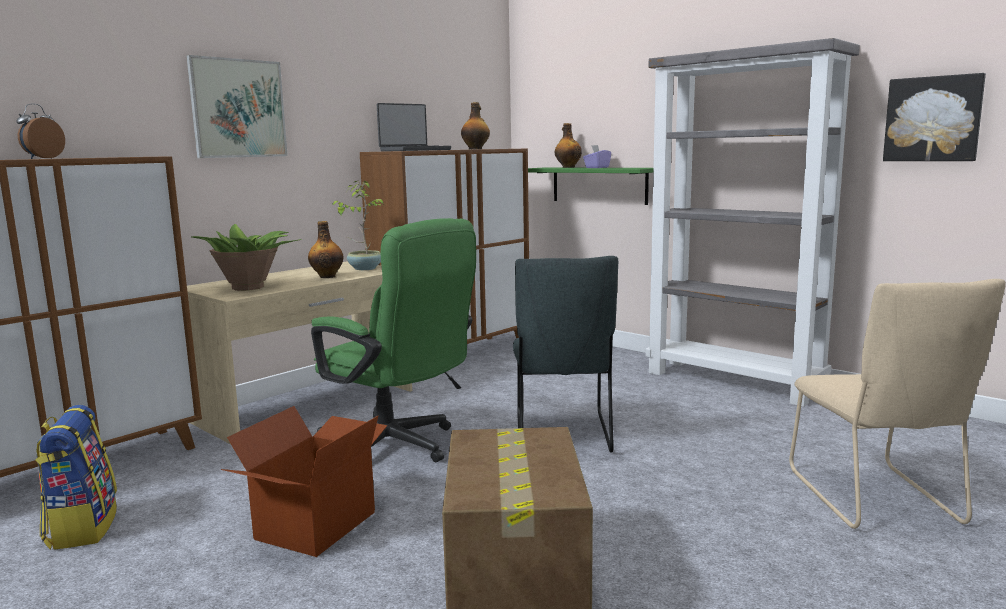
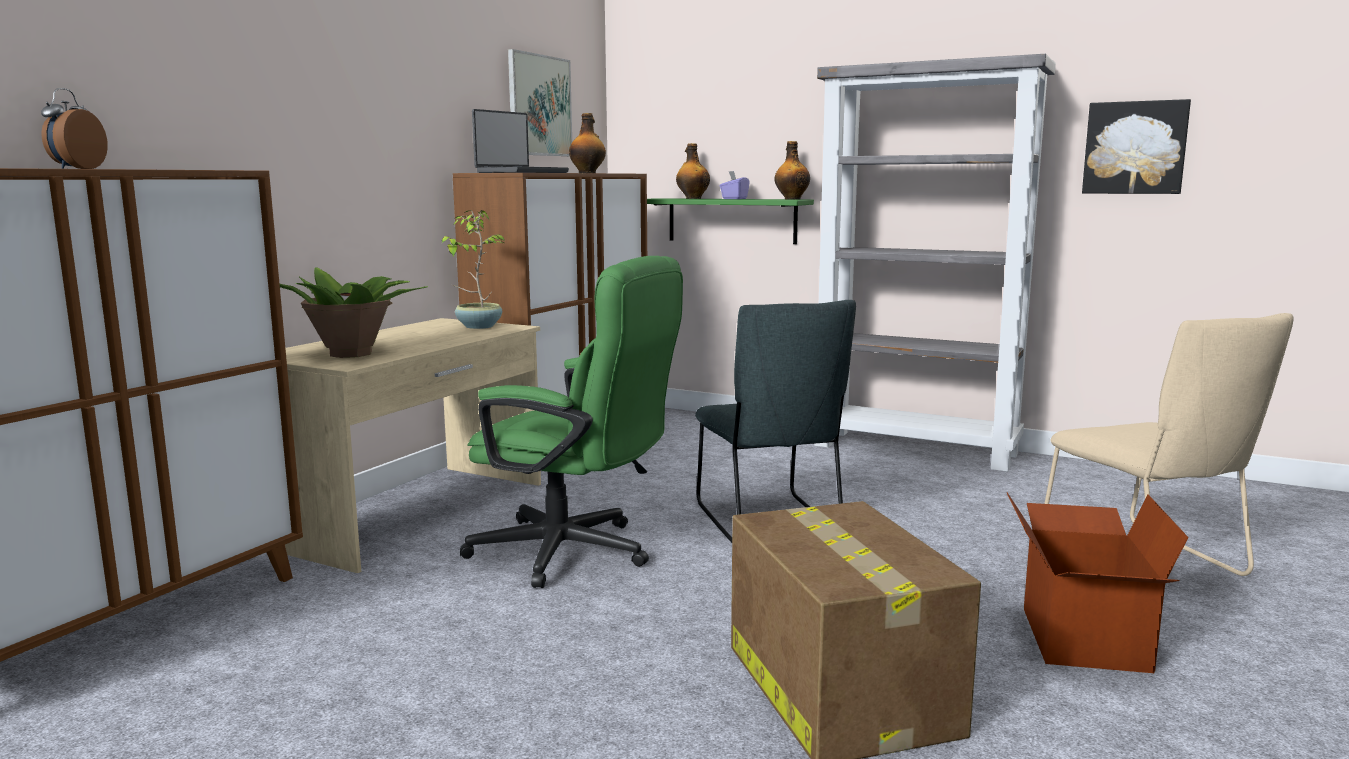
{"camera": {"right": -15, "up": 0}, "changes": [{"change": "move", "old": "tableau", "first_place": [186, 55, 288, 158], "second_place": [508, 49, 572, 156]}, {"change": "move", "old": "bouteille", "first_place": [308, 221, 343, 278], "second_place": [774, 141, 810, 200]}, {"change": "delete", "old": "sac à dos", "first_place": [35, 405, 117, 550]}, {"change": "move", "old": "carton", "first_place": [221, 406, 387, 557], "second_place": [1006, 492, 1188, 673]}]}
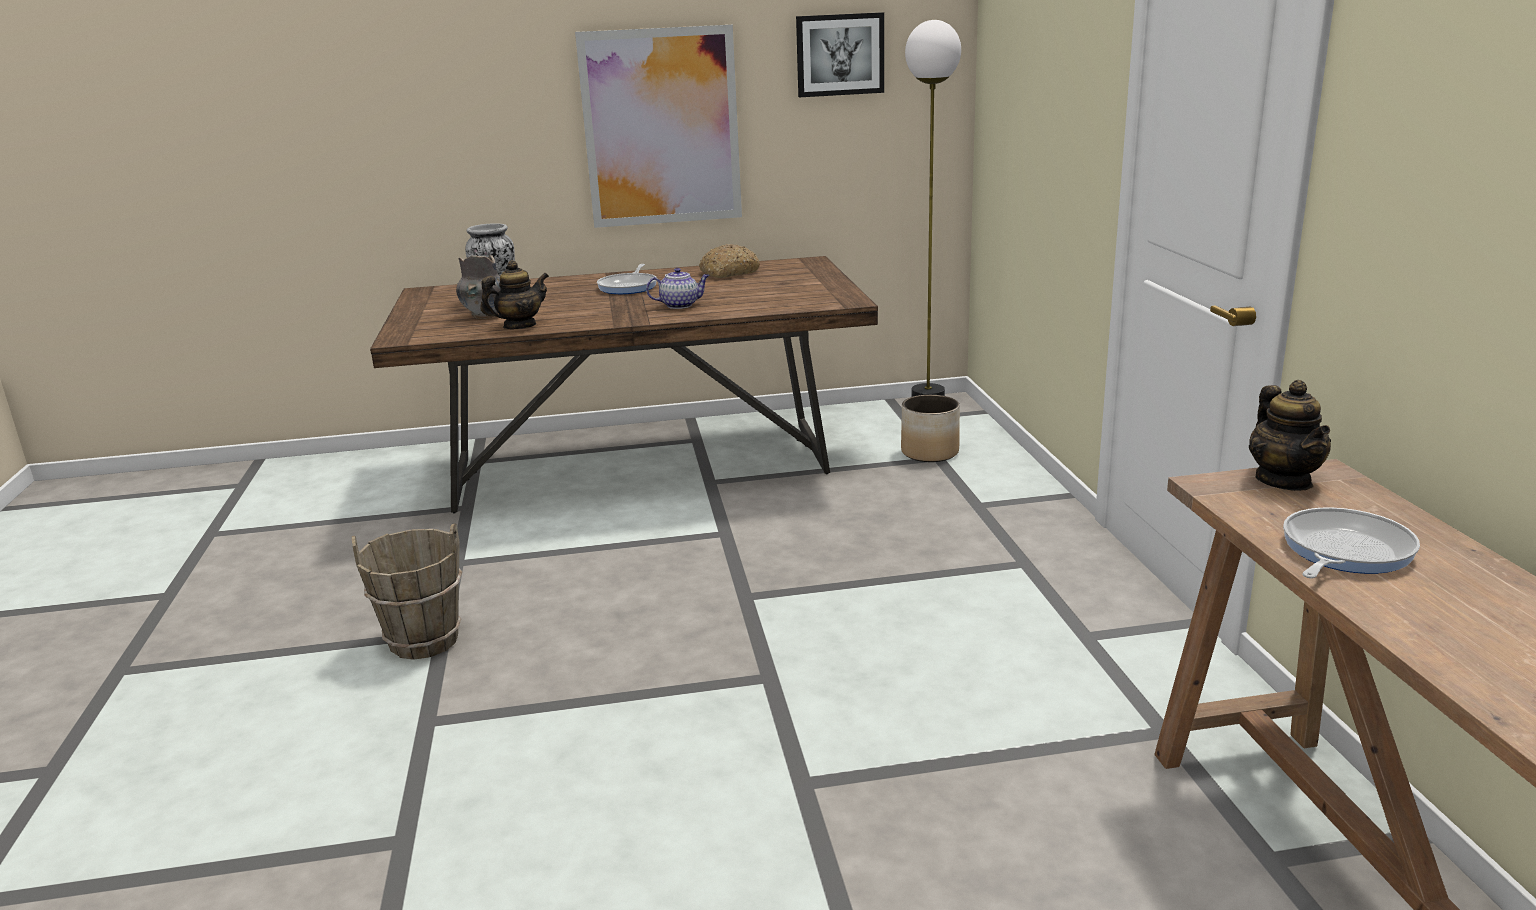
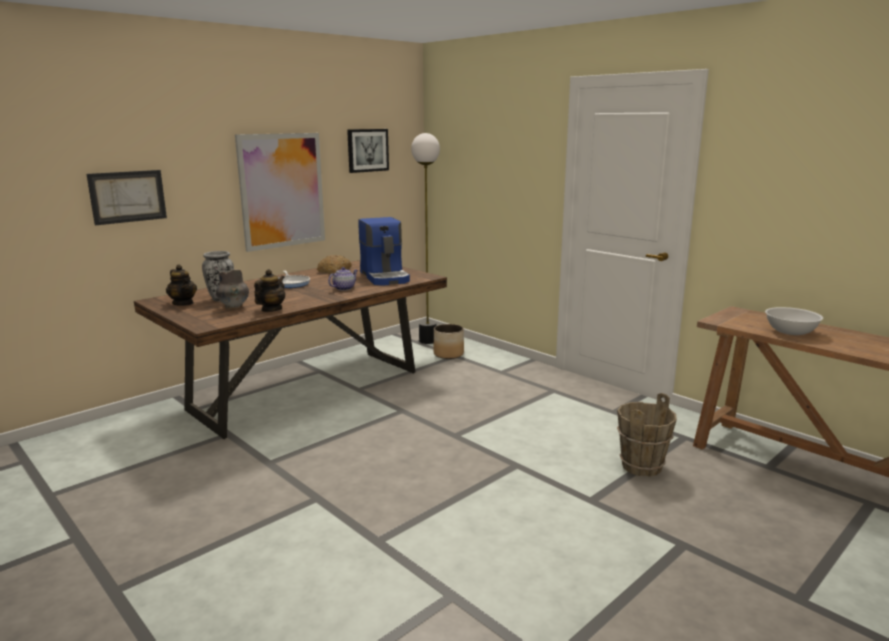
{"camera": {"right": -35, "up": -5}, "changes": [{"change": "move", "old": "théière", "first_place": [1249, 380, 1331, 491], "second_place": [166, 265, 197, 306]}, {"change": "replace", "old": "poêle", "new": "bol [blanc]", "first_place": [1283, 508, 1420, 579], "second_place": [765, 307, 823, 335]}, {"change": "move", "old": "seau [marron]", "first_place": [352, 524, 462, 660], "second_place": [617, 393, 677, 477]}, {"change": "insert", "new": "tableau", "second_place": [86, 170, 167, 225]}, {"change": "insert", "new": "machine à café", "second_place": [358, 217, 410, 286]}]}
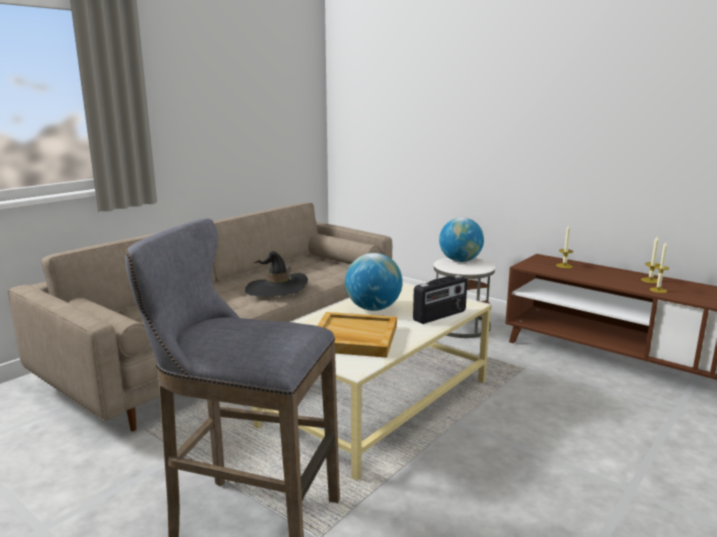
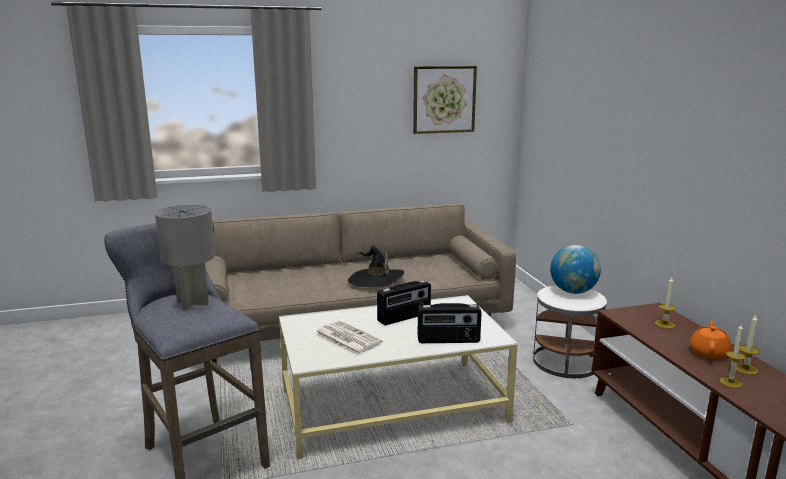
{"camera": {"right": 35, "up": 0}, "changes": [{"change": "replace", "old": "globe", "new": "radio", "first_place": [345, 253, 403, 311], "second_place": [377, 280, 431, 325]}, {"change": "replace", "old": "plateau [beige]", "new": "journal", "first_place": [317, 312, 397, 358], "second_place": [315, 321, 383, 355]}, {"change": "insert", "new": "tableau", "second_place": [413, 66, 477, 134]}, {"change": "insert", "new": "lampe de table [gris]", "second_place": [155, 205, 215, 310]}, {"change": "insert", "new": "théière [orange]", "second_place": [690, 320, 731, 359]}]}
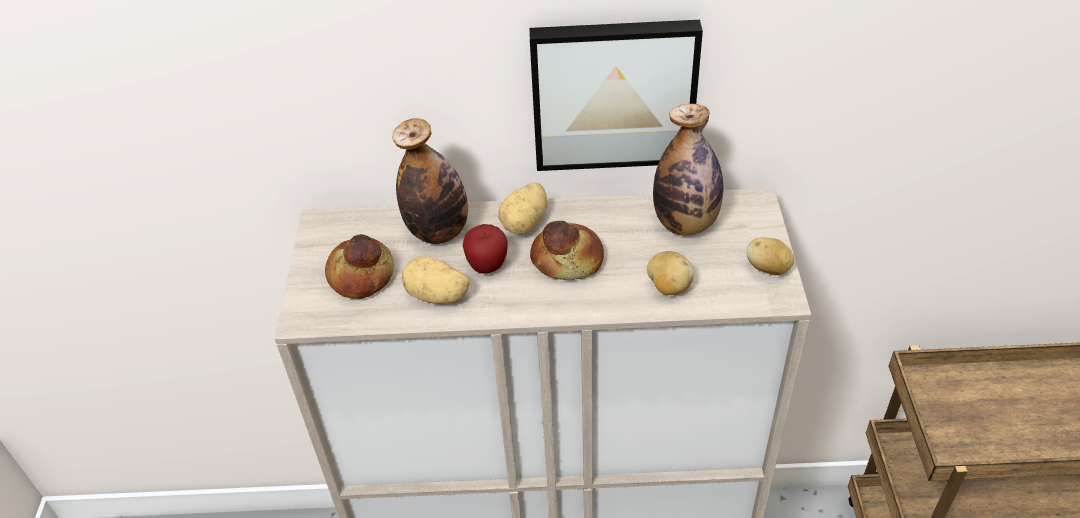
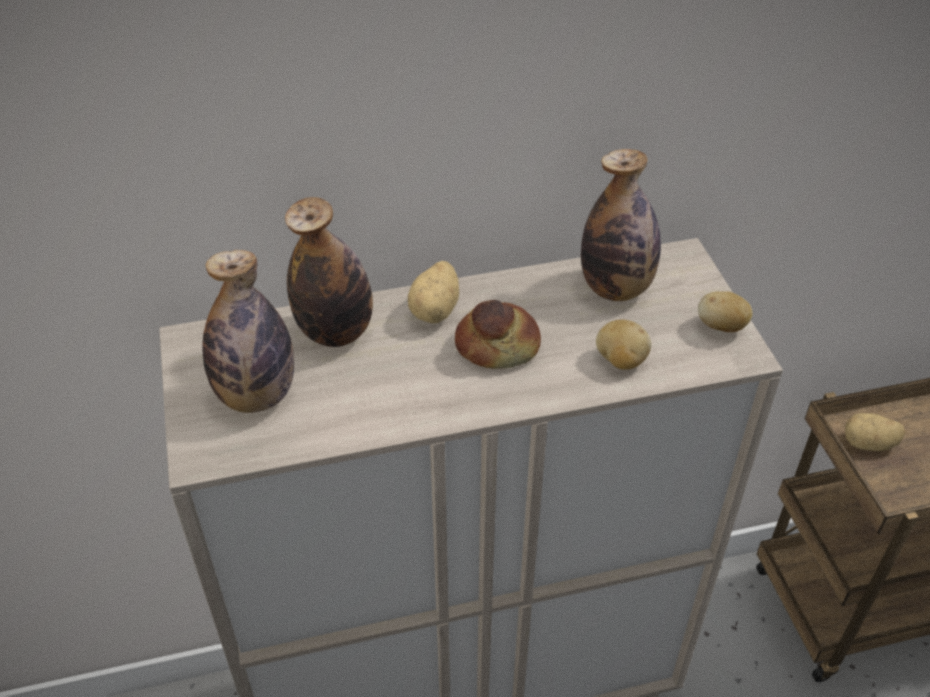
{"camera": {"right": -15, "up": 0}, "changes": [{"change": "delete", "old": "tableau", "first_place": [529, 20, 703, 171]}, {"change": "delete", "old": "pomme", "first_place": [463, 224, 508, 274]}, {"change": "replace", "old": "pain", "new": "bouteille", "first_place": [325, 234, 394, 299], "second_place": [202, 250, 294, 413]}, {"change": "move", "old": "pomme de terre", "first_place": [402, 257, 470, 304], "second_place": [845, 413, 906, 451]}]}
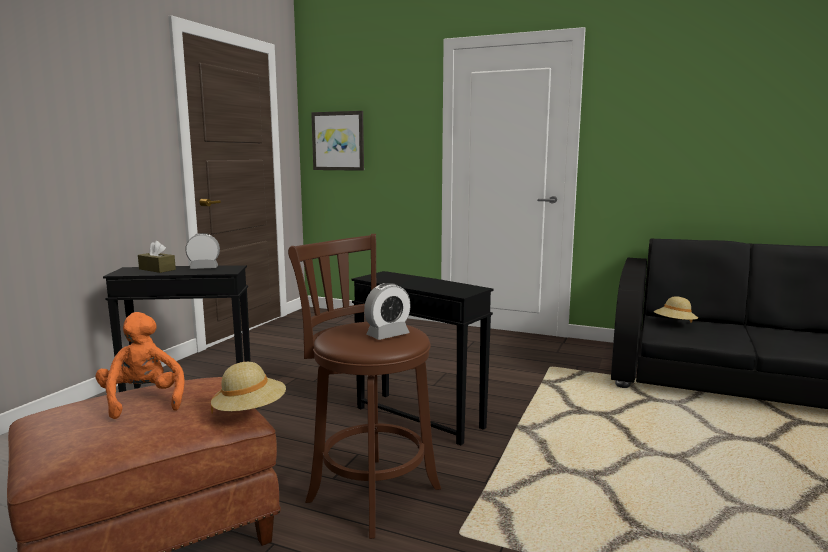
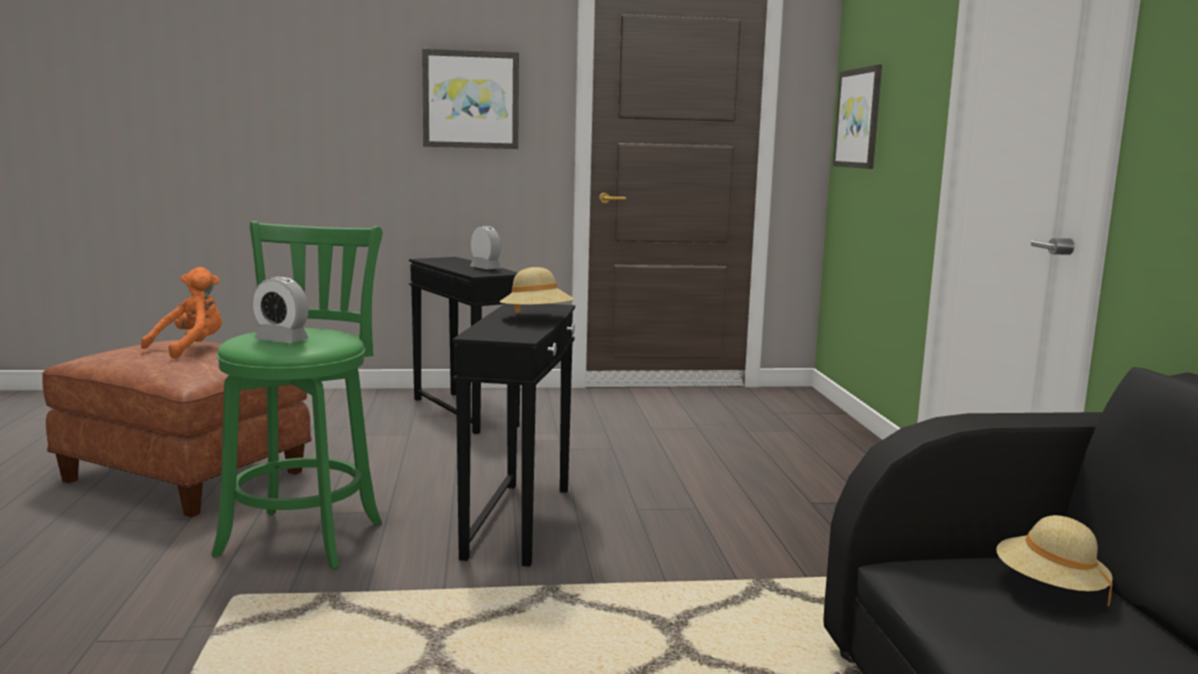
{"camera": {"right": 60, "up": 0}, "changes": [{"change": "recolor", "old": "tabouret [marron]", "new": "tabouret [vert]", "first_place": [288, 234, 441, 539], "second_place": [211, 221, 382, 569]}, {"change": "delete", "old": "boîte à mouchoirs [marron]", "first_place": [138, 241, 176, 273]}, {"change": "move", "old": "chapeau [beige]", "first_place": [211, 362, 286, 413], "second_place": [500, 267, 574, 313]}, {"change": "insert", "new": "tableau", "second_place": [422, 49, 519, 149]}]}
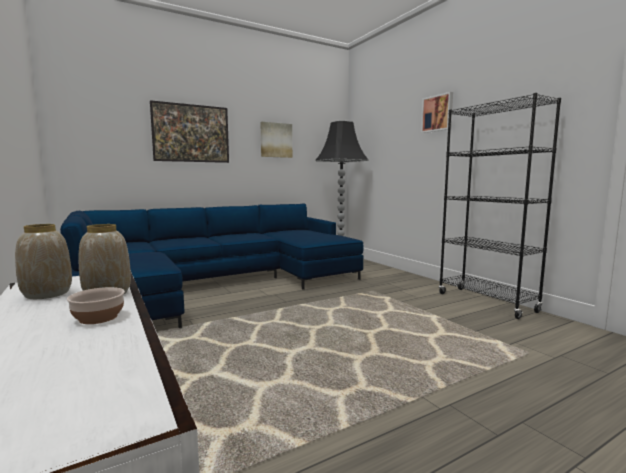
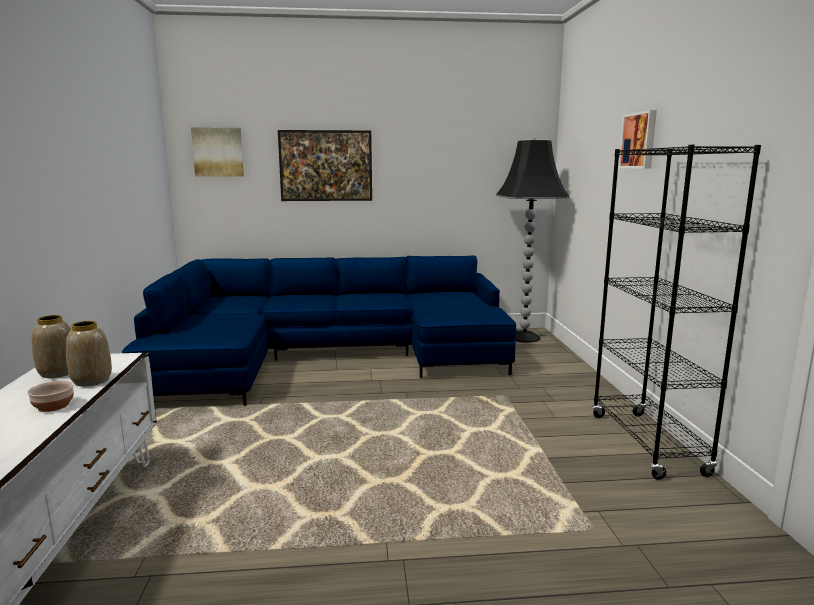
{"camera": {"right": 25, "up": 5}, "changes": [{"change": "move", "old": "tableau", "first_place": [260, 122, 292, 158], "second_place": [191, 127, 244, 177]}]}
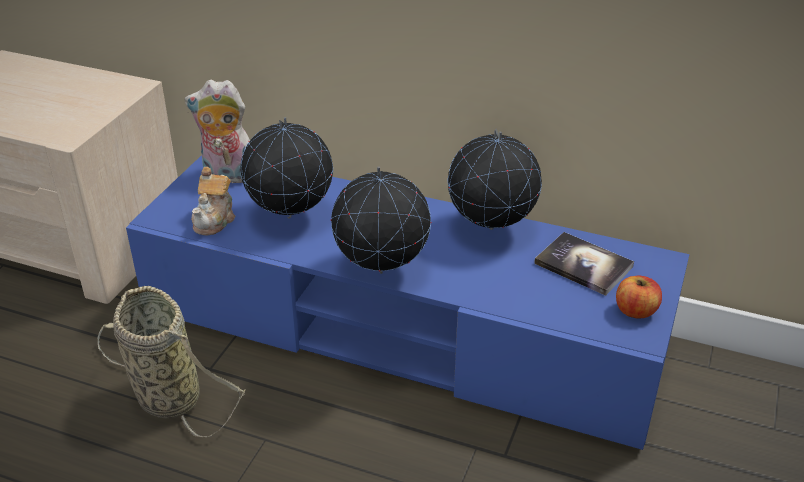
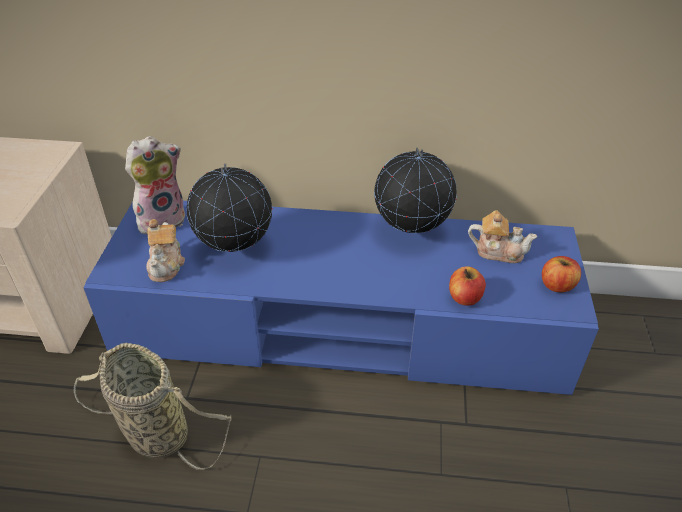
{"camera": {"right": -15, "up": 5}, "changes": [{"change": "rotate", "old": "peluche", "first_place": [185, 80, 250, 183], "second_place": [125, 136, 185, 234], "degrees": 150}, {"change": "delete", "old": "globe", "first_place": [331, 166, 432, 274]}, {"change": "replace", "old": "livre", "new": "théière", "first_place": [534, 232, 634, 296], "second_place": [468, 210, 538, 263]}, {"change": "insert", "new": "pomme", "second_place": [449, 266, 486, 306]}]}
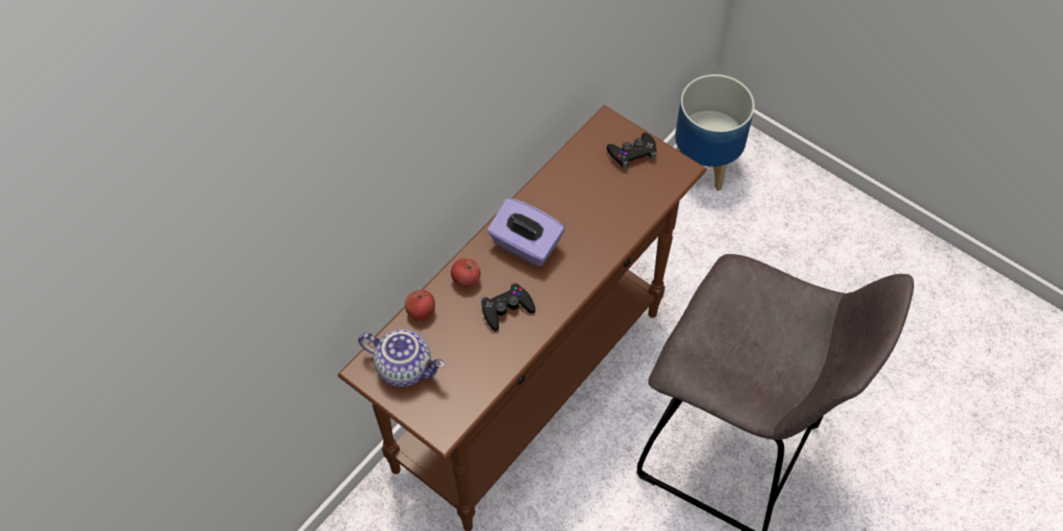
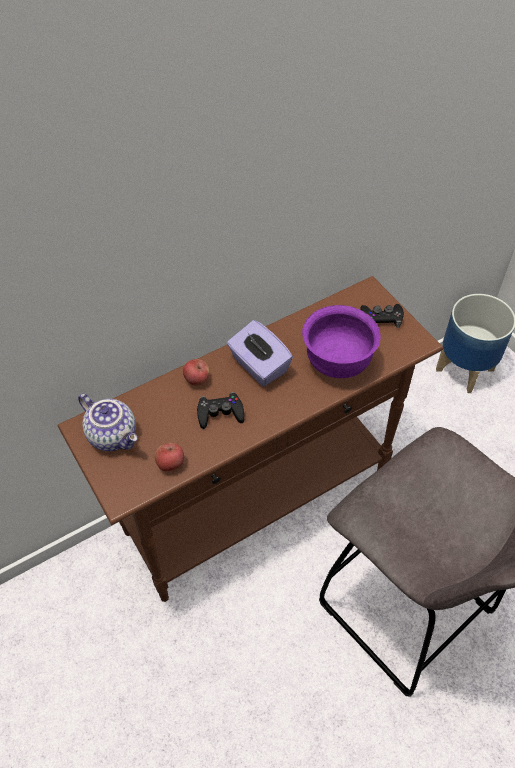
{"camera": {"right": 20, "up": -5}, "changes": [{"change": "move", "old": "pomme", "first_place": [405, 290, 435, 321], "second_place": [155, 443, 184, 472]}, {"change": "insert", "new": "bol [violet]", "second_place": [302, 305, 380, 378]}]}
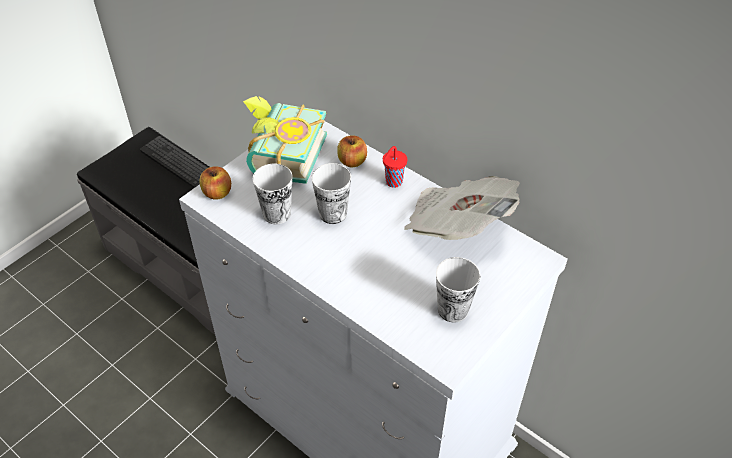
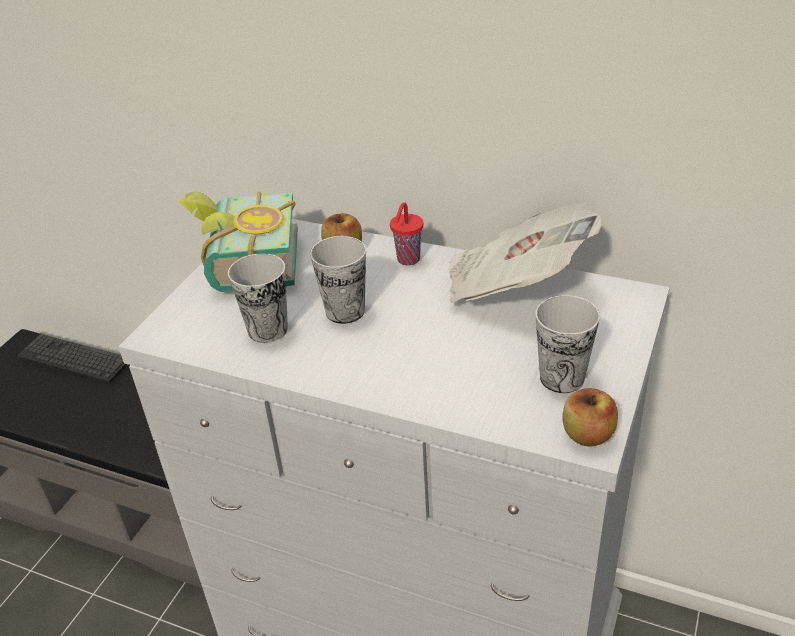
{"camera": {"right": -15, "up": -10}, "changes": [{"change": "move", "old": "pomme", "first_place": [199, 166, 231, 200], "second_place": [562, 388, 618, 446]}]}
